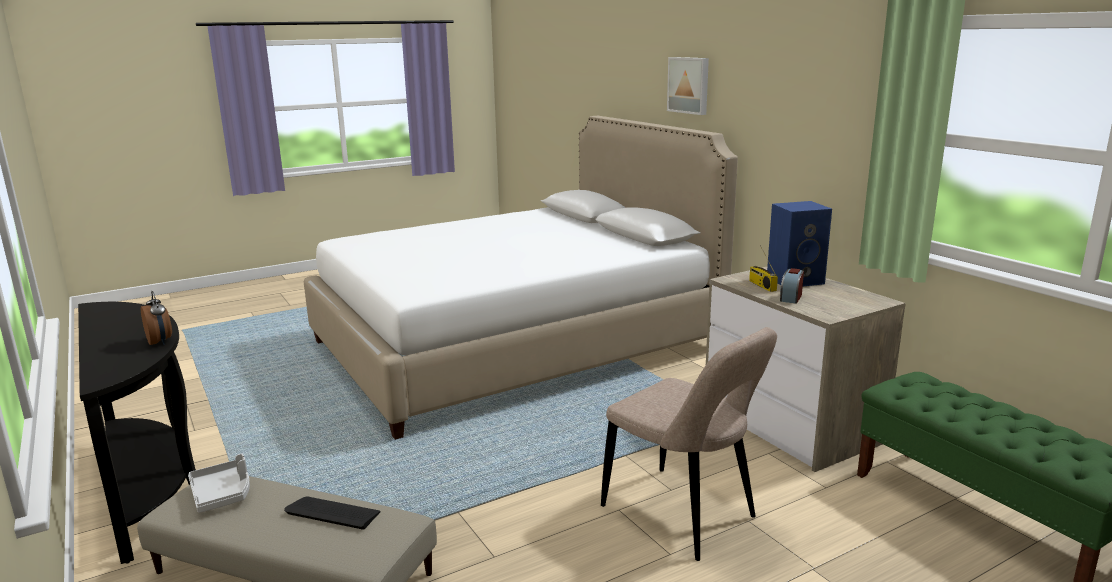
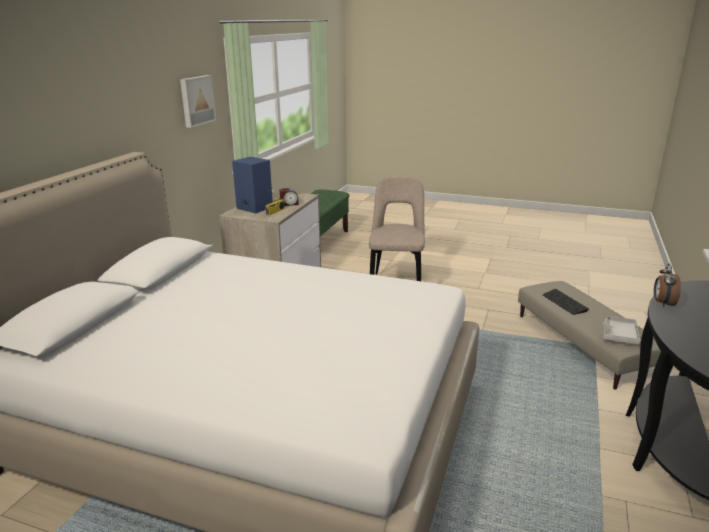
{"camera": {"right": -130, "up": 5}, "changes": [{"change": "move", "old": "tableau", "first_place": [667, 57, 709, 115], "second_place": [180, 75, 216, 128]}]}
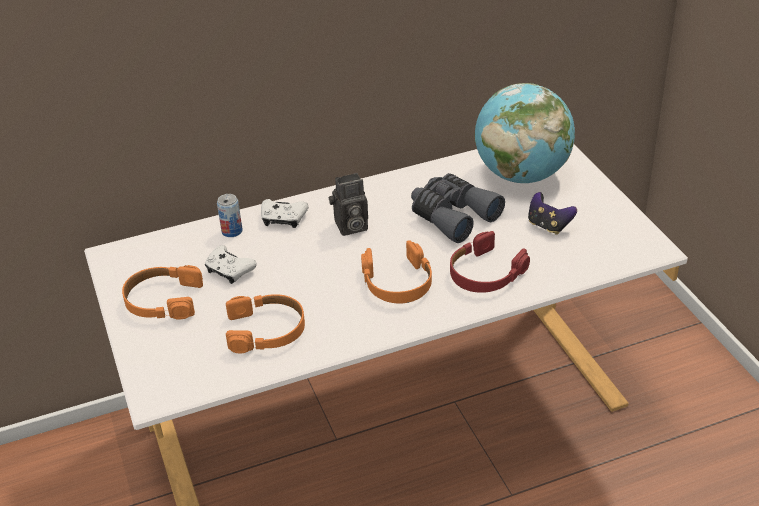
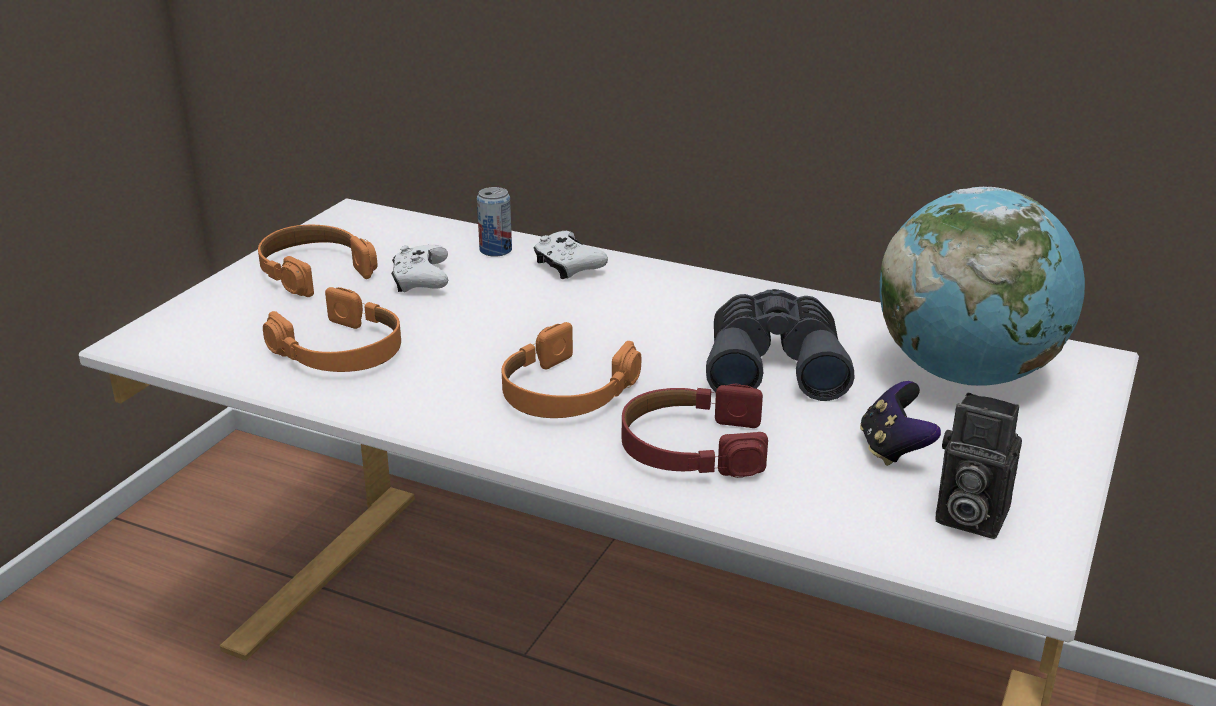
{"camera": {"right": 45, "up": -10}, "changes": [{"change": "move", "old": "appareil photo", "first_place": [329, 173, 368, 236], "second_place": [936, 392, 1022, 539]}]}
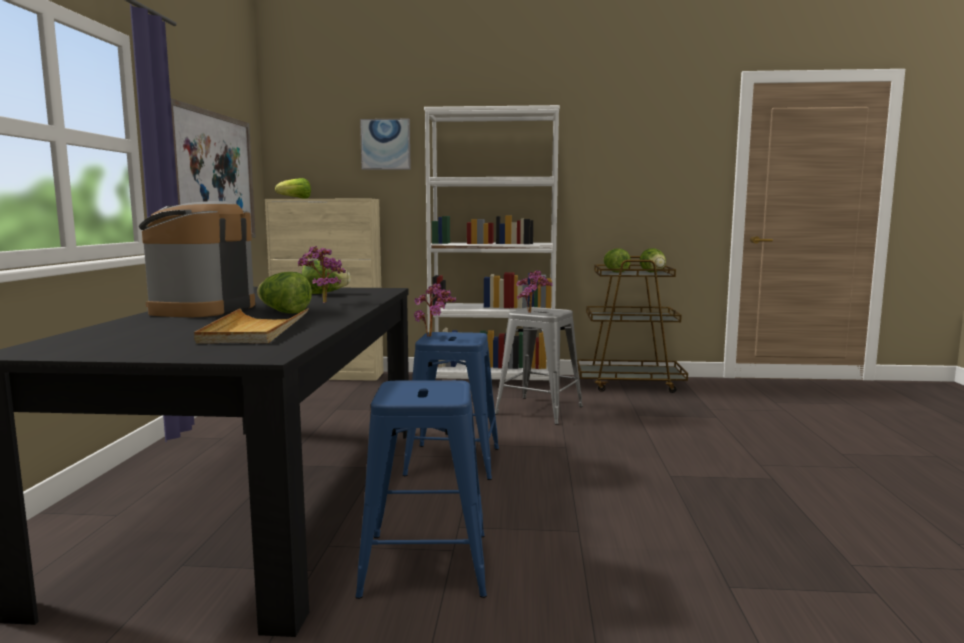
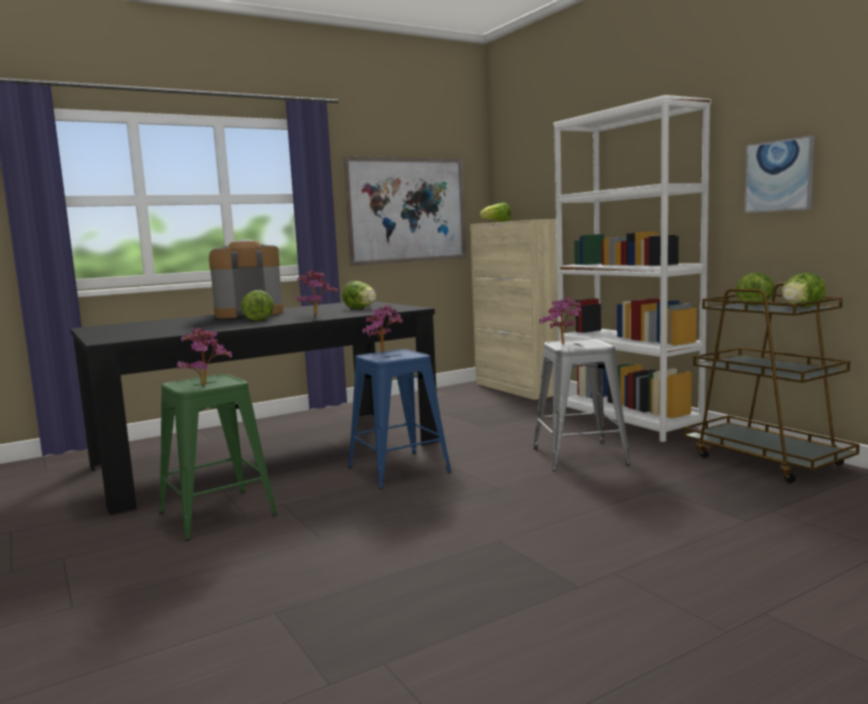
{"camera": {"right": 55, "up": 0}, "changes": [{"change": "move", "old": "tableau", "first_place": [360, 119, 411, 170], "second_place": [744, 135, 814, 213]}, {"change": "delete", "old": "plateau [beige]", "first_place": [194, 308, 309, 343]}, {"change": "recolor", "old": "tabouret [bleu]", "new": "tabouret [vert]", "first_place": [355, 380, 487, 599], "second_place": [159, 374, 278, 540]}, {"change": "insert", "new": "plante en pot", "second_place": [177, 327, 232, 386]}]}
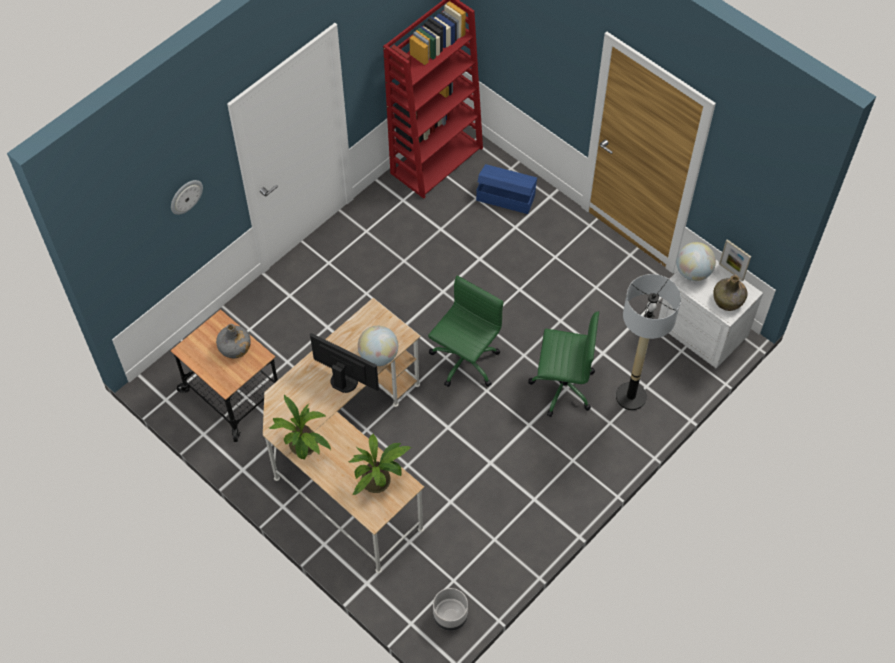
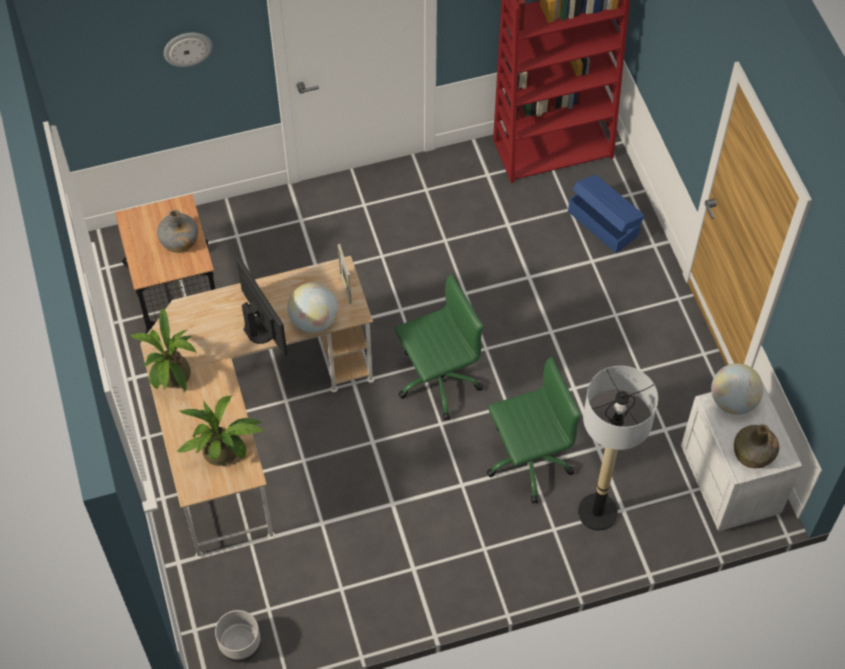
{"camera": {"right": 30, "up": 0}, "changes": [{"change": "move", "old": "cadre photo", "first_place": [719, 239, 751, 281], "second_place": [338, 244, 352, 304]}, {"change": "rotate", "old": "chaise de bureau [vert]", "first_place": [528, 311, 599, 417], "second_place": [487, 356, 581, 503], "degrees": -60}]}
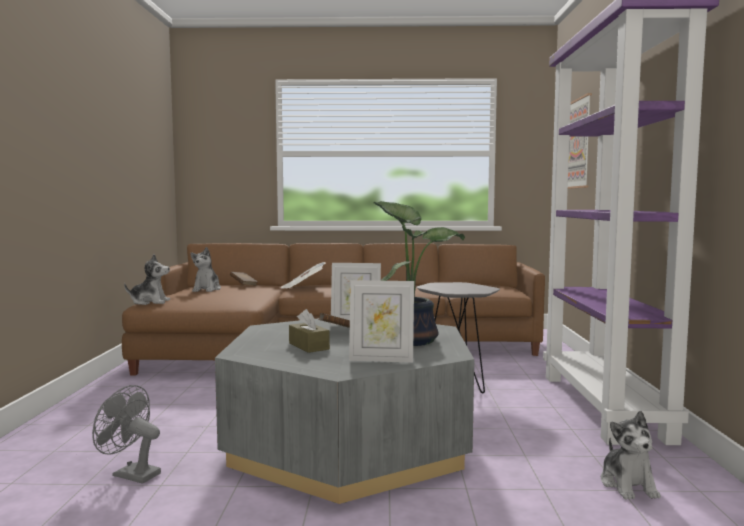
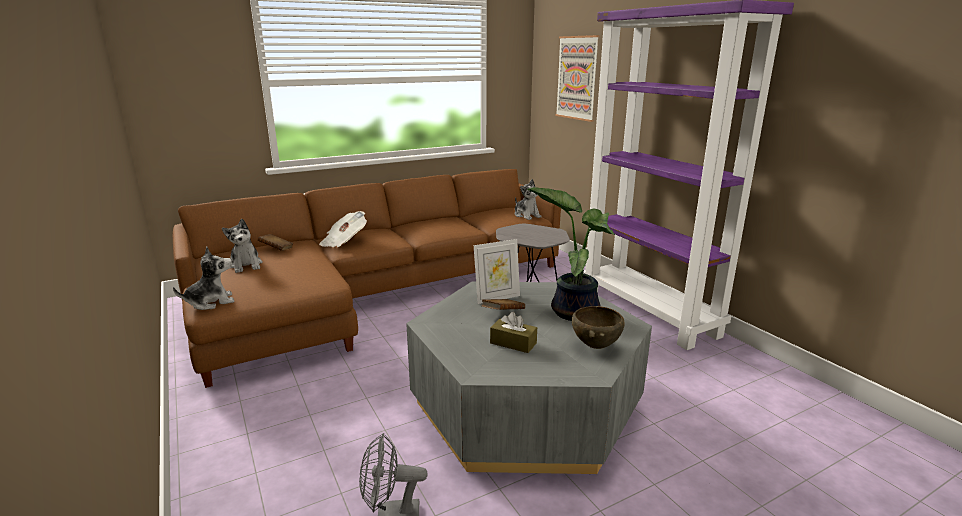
{"camera": {"right": -30, "up": 15}, "changes": [{"change": "replace", "old": "cadre photo", "new": "bol [marron]", "first_place": [349, 280, 414, 363], "second_place": [572, 306, 625, 349]}, {"change": "move", "old": "peluche", "first_place": [601, 411, 661, 500], "second_place": [515, 179, 542, 220]}]}
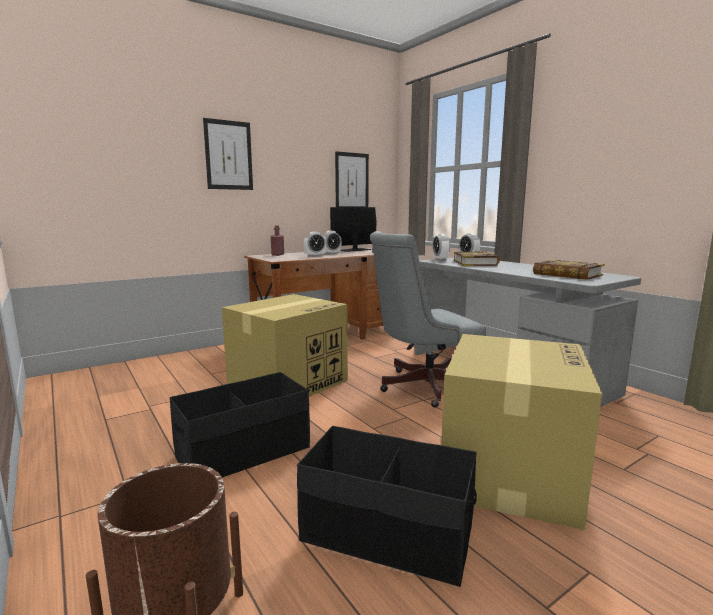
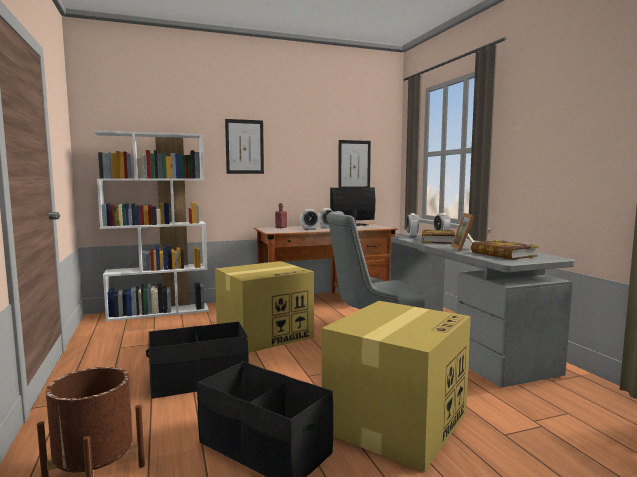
{"camera": {"right": 15, "up": -5}, "changes": [{"change": "insert", "new": "bibliothèque [blanc]", "second_place": [94, 130, 209, 321]}, {"change": "insert", "new": "cadre photo", "second_place": [451, 213, 475, 251]}]}
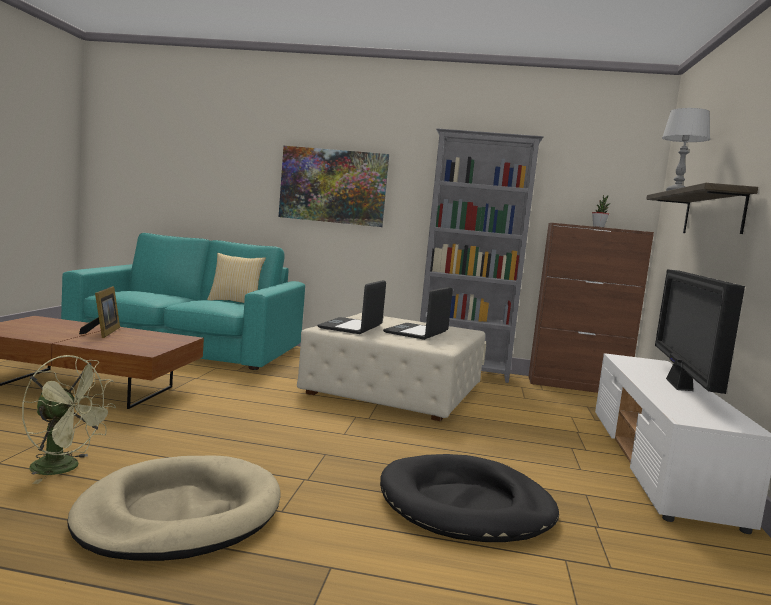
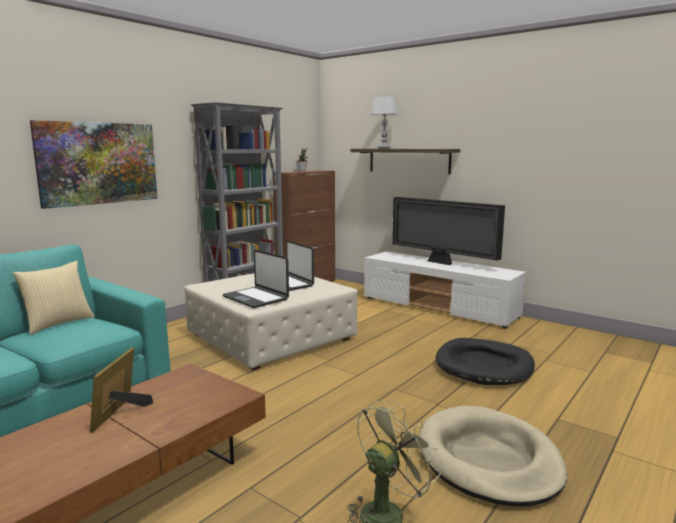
{"camera": {"right": -60, "up": 5}, "changes": [{"change": "rotate", "old": "cadre photo", "first_place": [79, 286, 120, 338], "second_place": [90, 348, 153, 433], "degrees": -105}]}
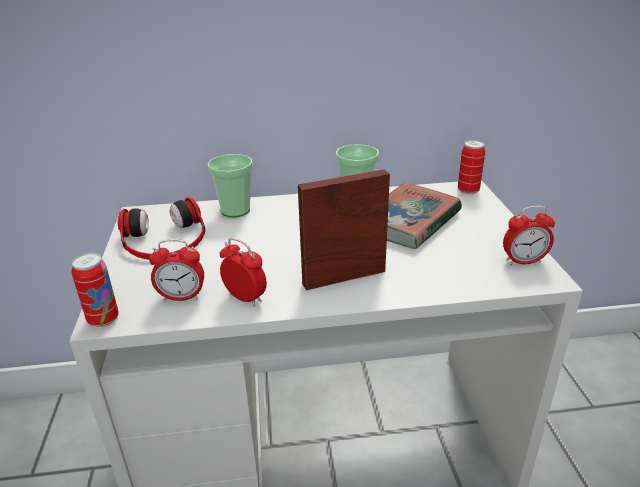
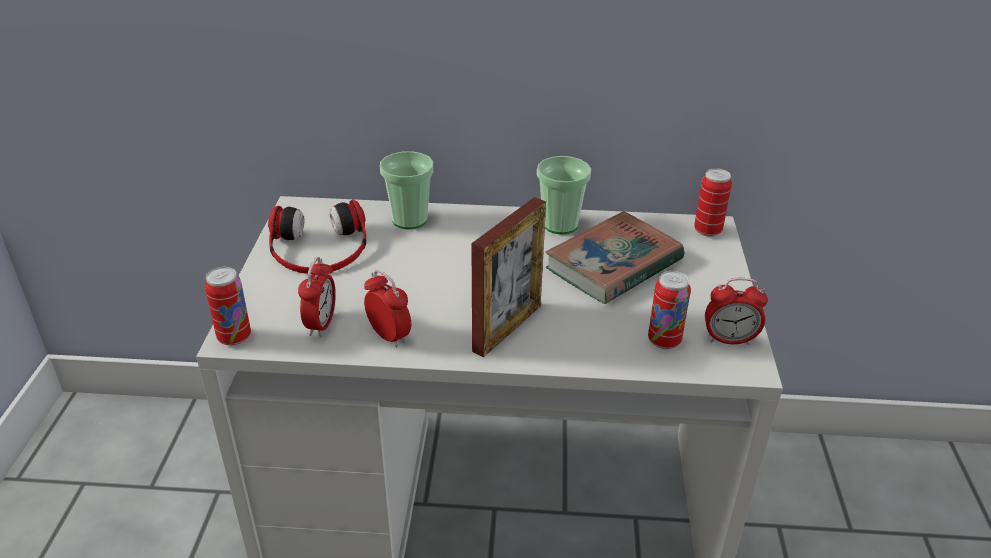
{"camera": {"right": 10, "up": 5}, "changes": [{"change": "rotate", "old": "cadre photo", "first_place": [298, 170, 390, 290], "second_place": [471, 197, 546, 357], "degrees": 135}, {"change": "rotate", "old": "réveil", "first_place": [149, 239, 204, 301], "second_place": [298, 257, 336, 337], "degrees": -90}, {"change": "insert", "new": "boîte métallique", "second_place": [648, 271, 691, 349]}]}
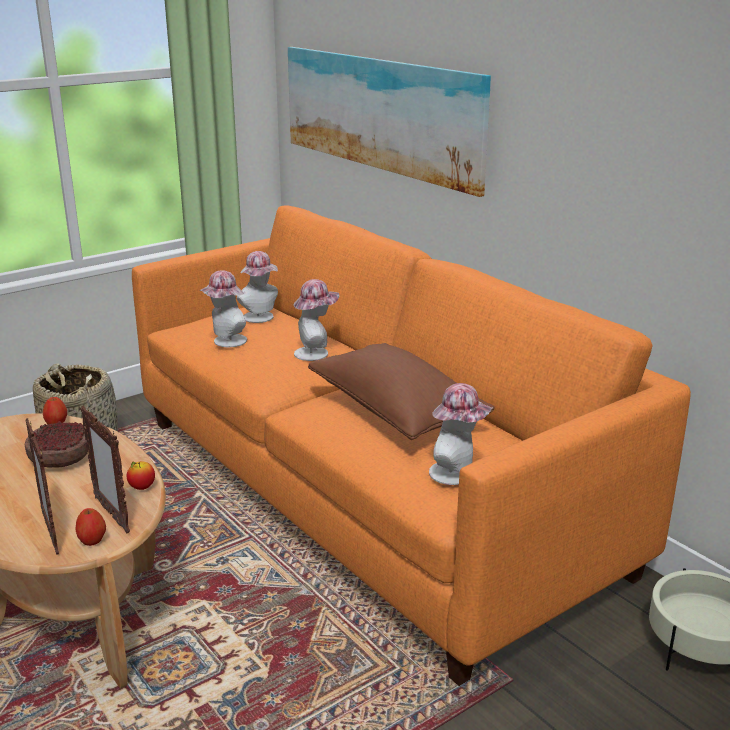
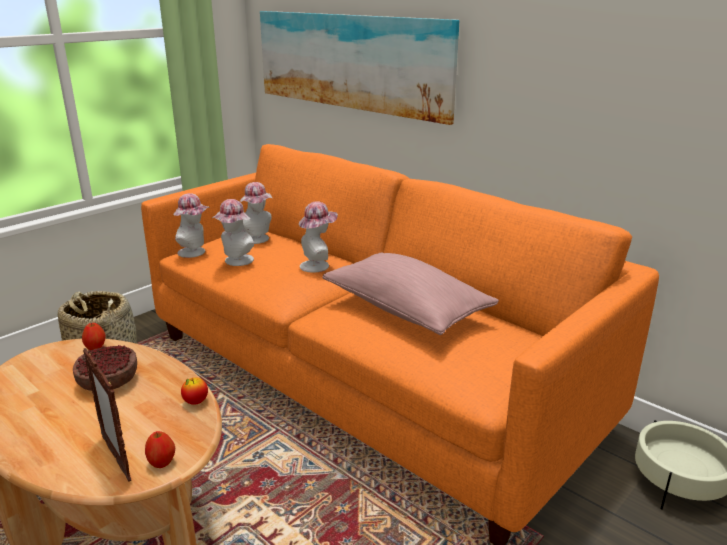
{"camera": {"right": -10, "up": 0}, "changes": [{"change": "recolor", "old": "coussin [marron]", "new": "coussin [rose]", "first_place": [308, 343, 495, 440], "second_place": [322, 252, 499, 335]}, {"change": "move", "old": "chapeau", "first_place": [429, 383, 492, 485], "second_place": [173, 193, 209, 258]}, {"change": "delete", "old": "cadre photo", "first_place": [80, 405, 130, 534]}]}
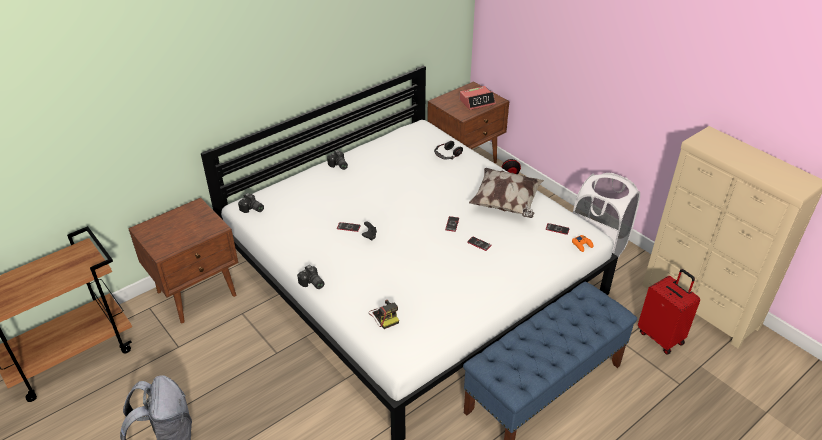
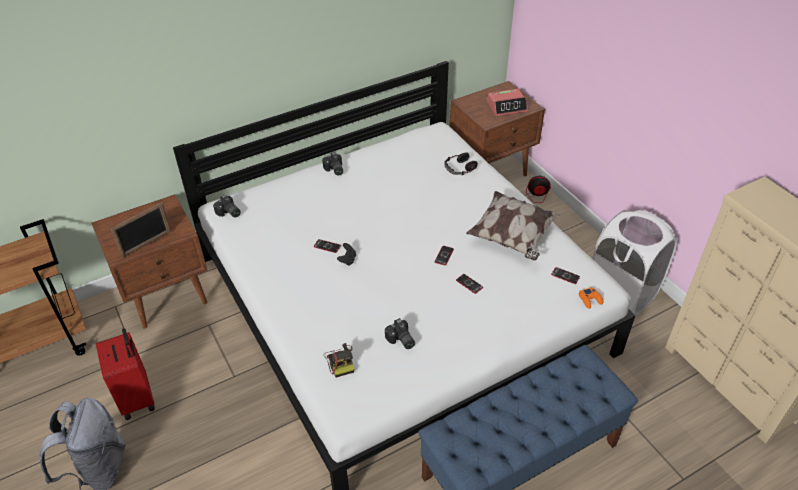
{"camera": {"right": 10, "up": 5}, "changes": [{"change": "move", "old": "appareil photo", "first_place": [297, 265, 325, 289], "second_place": [385, 318, 415, 349]}, {"change": "move", "old": "valise [rouge]", "first_place": [638, 269, 700, 354], "second_place": [96, 328, 155, 420]}, {"change": "insert", "new": "cadre photo", "second_place": [110, 202, 172, 258]}]}
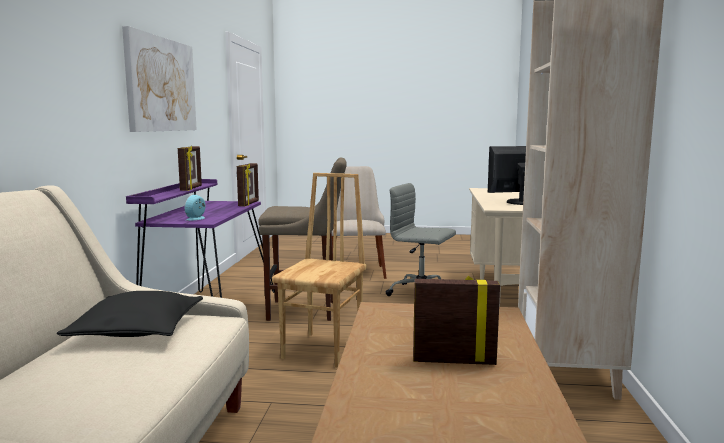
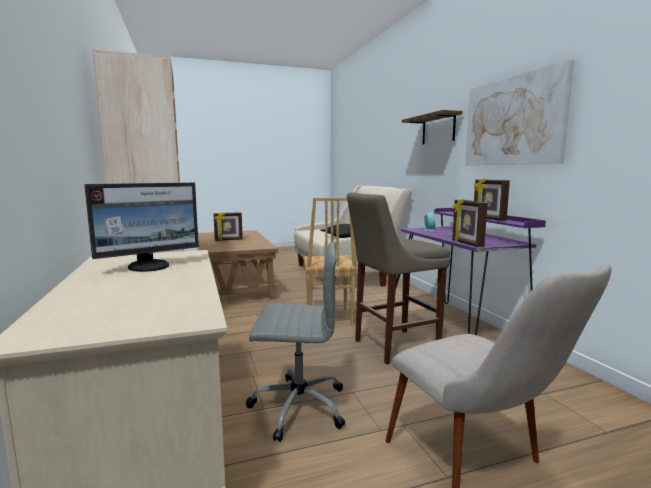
{"camera": {"right": 155, "up": 0}, "changes": [{"change": "insert", "new": "étagère", "second_place": [402, 110, 463, 144]}]}
